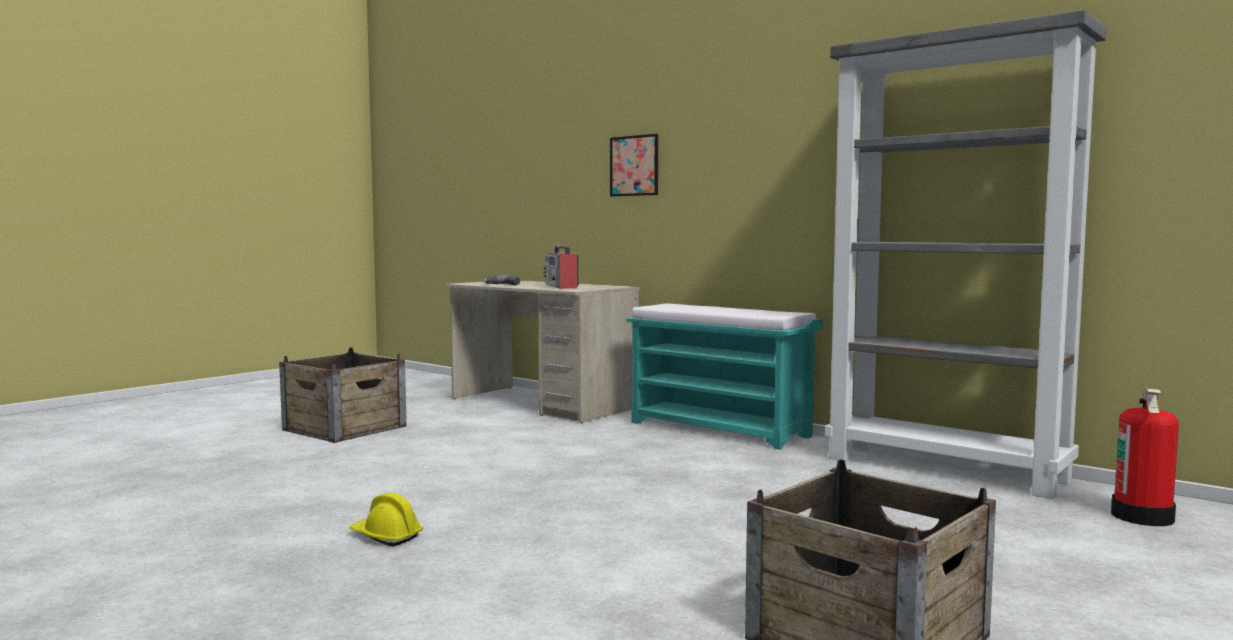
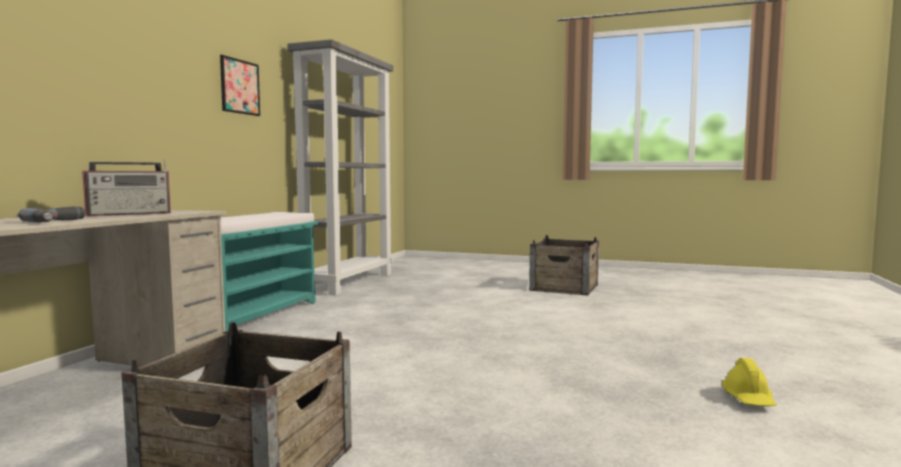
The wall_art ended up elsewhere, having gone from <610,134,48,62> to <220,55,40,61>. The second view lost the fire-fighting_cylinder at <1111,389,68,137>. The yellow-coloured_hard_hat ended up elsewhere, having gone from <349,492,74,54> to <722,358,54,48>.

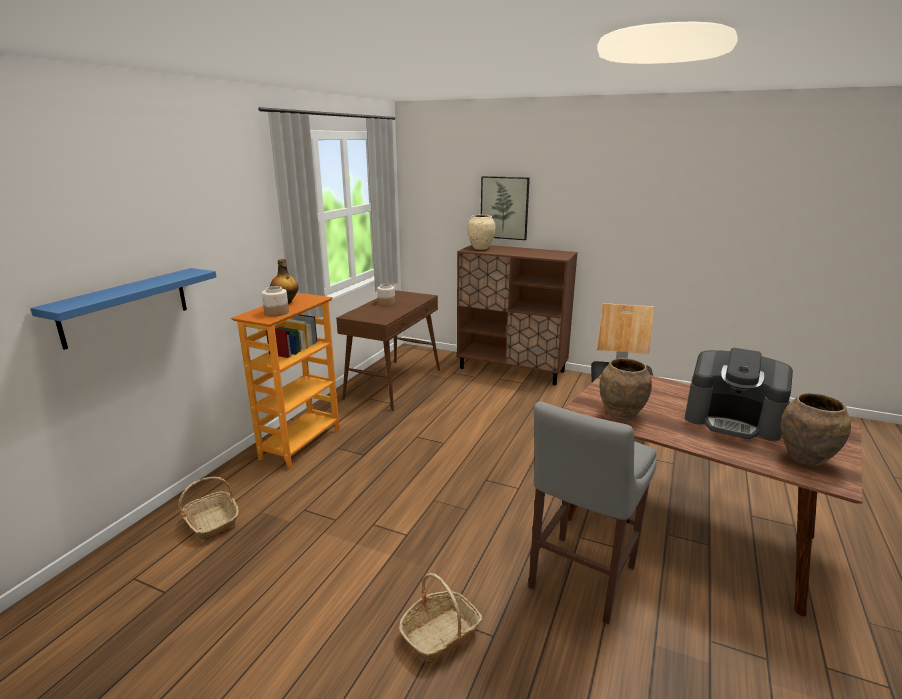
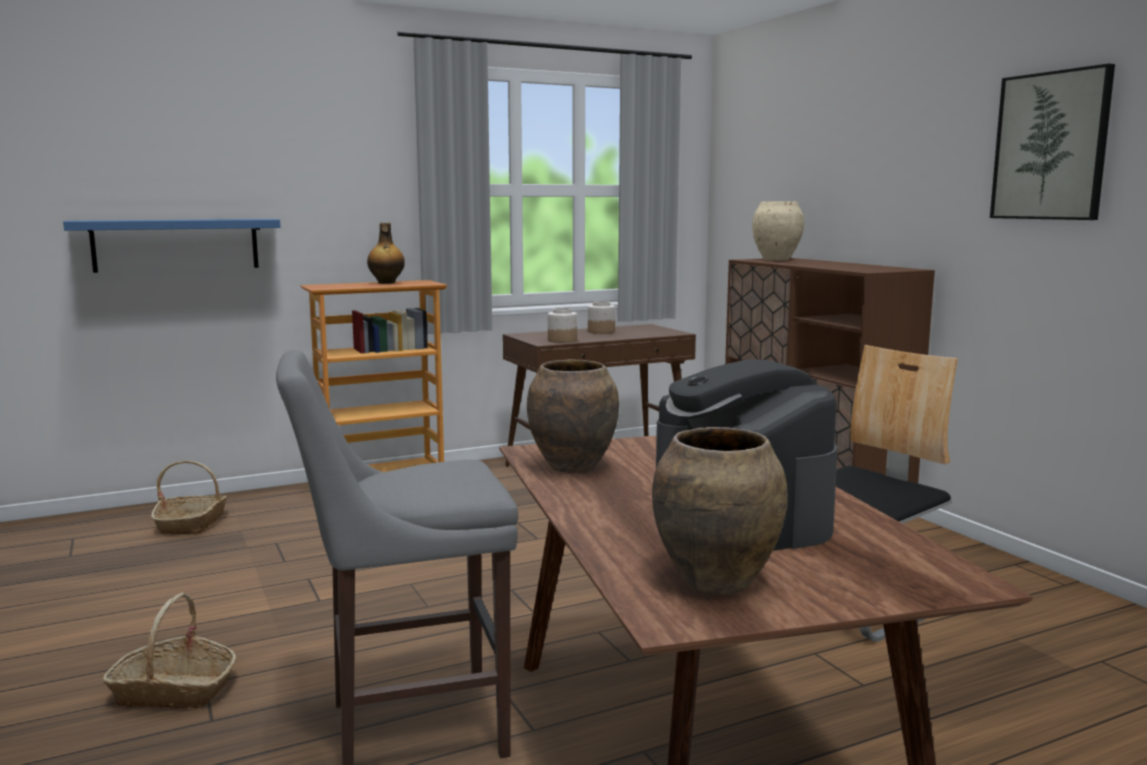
The wall_art ended up elsewhere, having gone from <481,176,49,64> to <990,64,125,156>. The jar ended up elsewhere, having gone from <262,286,27,30> to <548,308,29,35>.

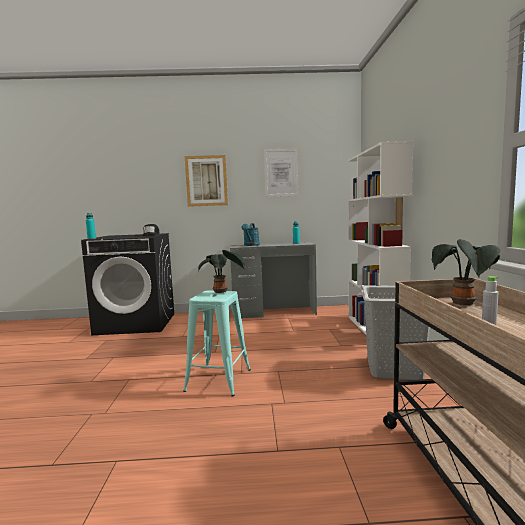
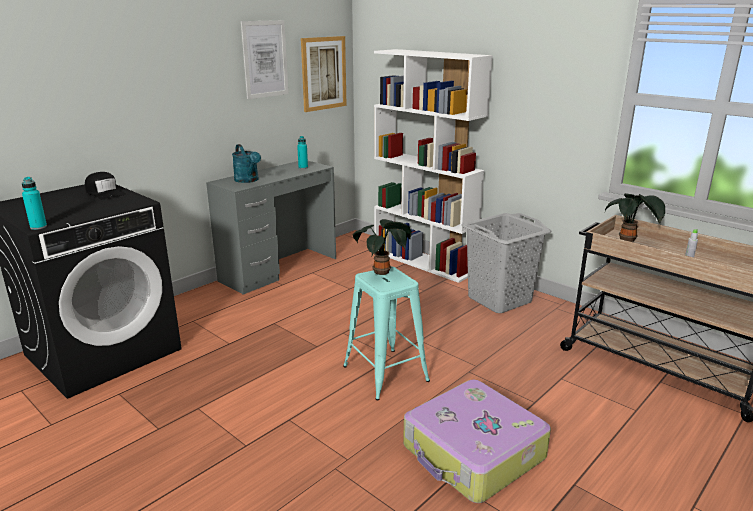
The wall_art ended up elsewhere, having gone from <185,155,43,52> to <301,36,46,76>. The second view gained the piece_of_luggage at <403,380,148,123>.

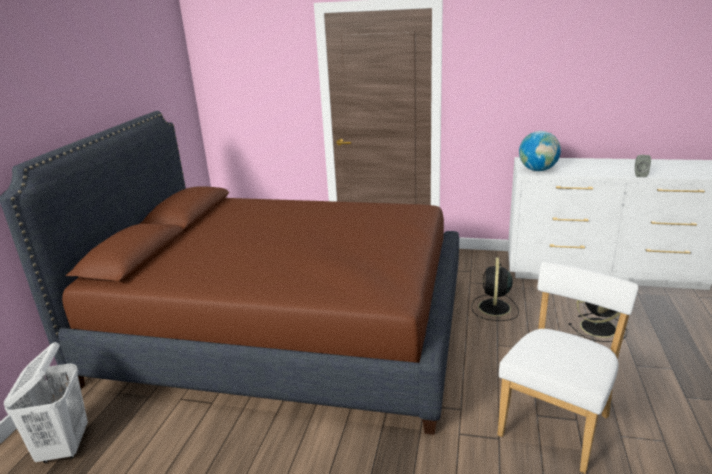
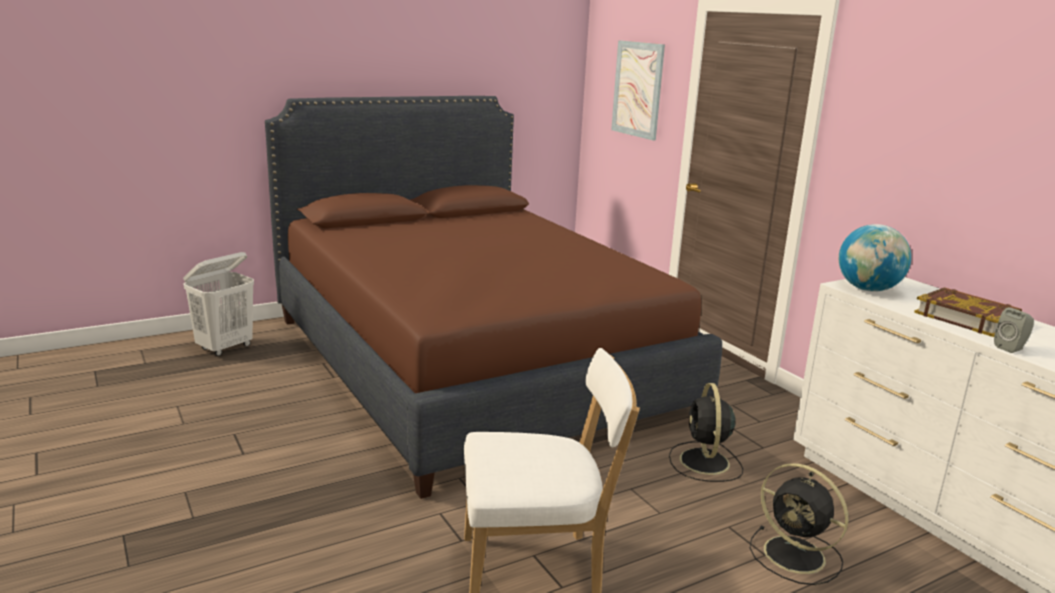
The black_fan at <471,257,48,64> ended up facing another way, 60 degrees counterclockwise from before. The second view gained the wall_art at <611,40,54,101>. The second view gained the volume at <914,288,108,49>.

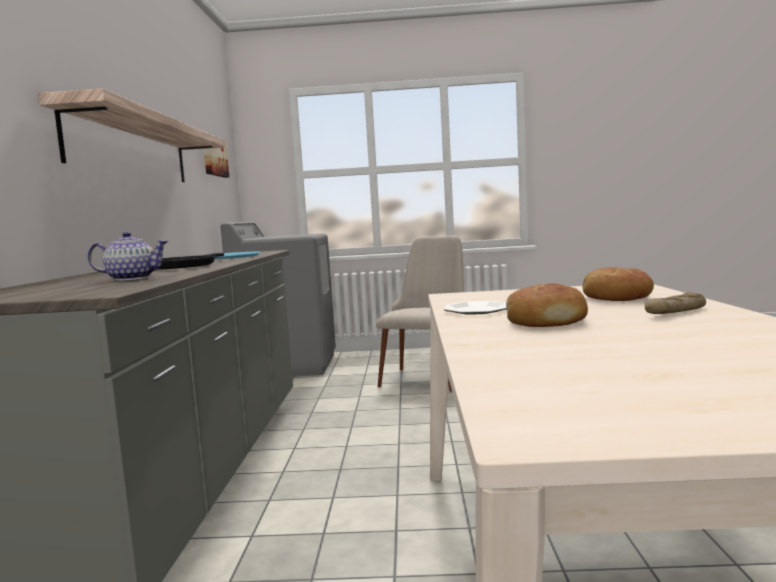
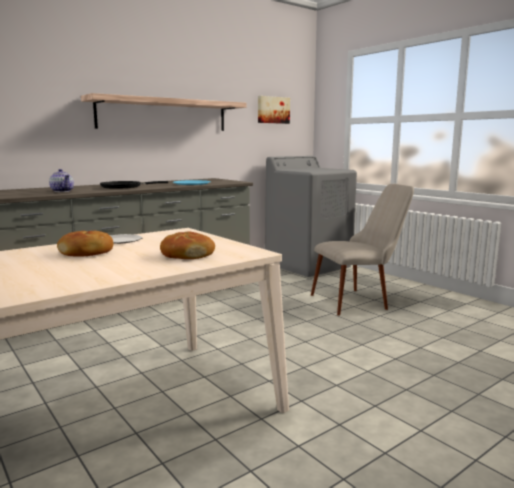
The second view lost the baked_bread at <645,292,61,22>.

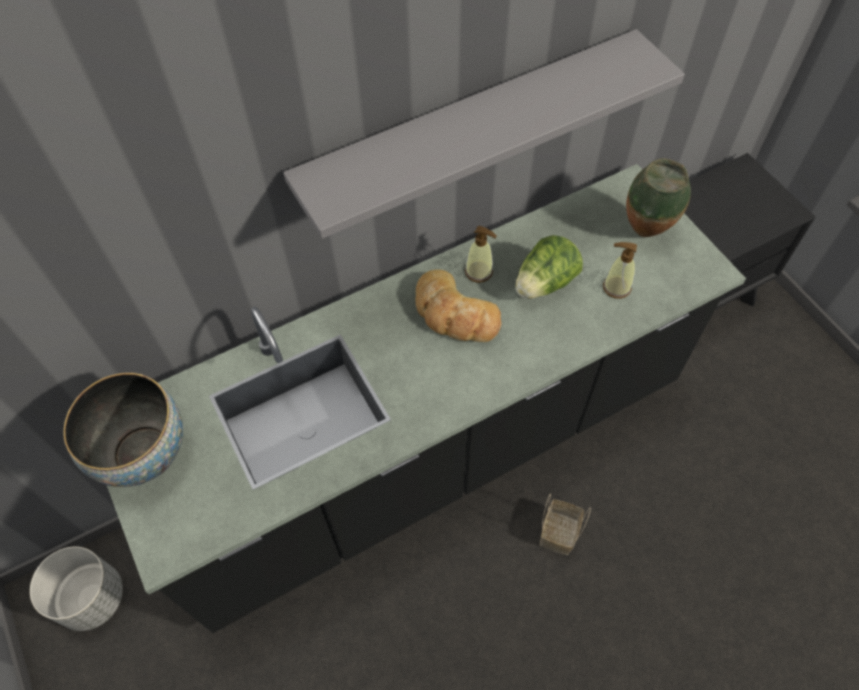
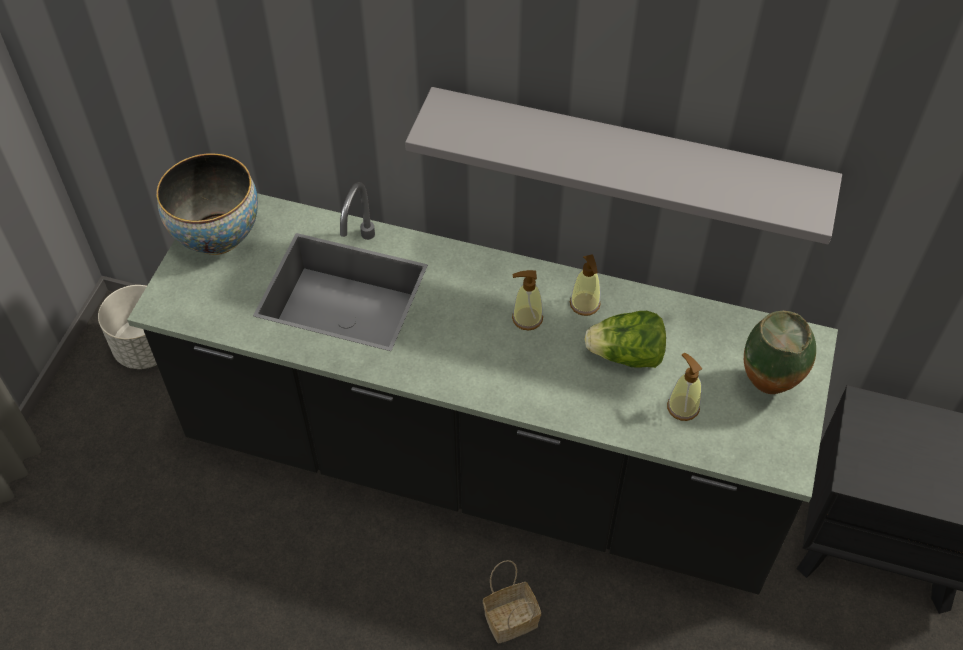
Where the baked_bread stood at <415,269,86,73>, the soap_bottle came to stand at <512,270,31,61>.

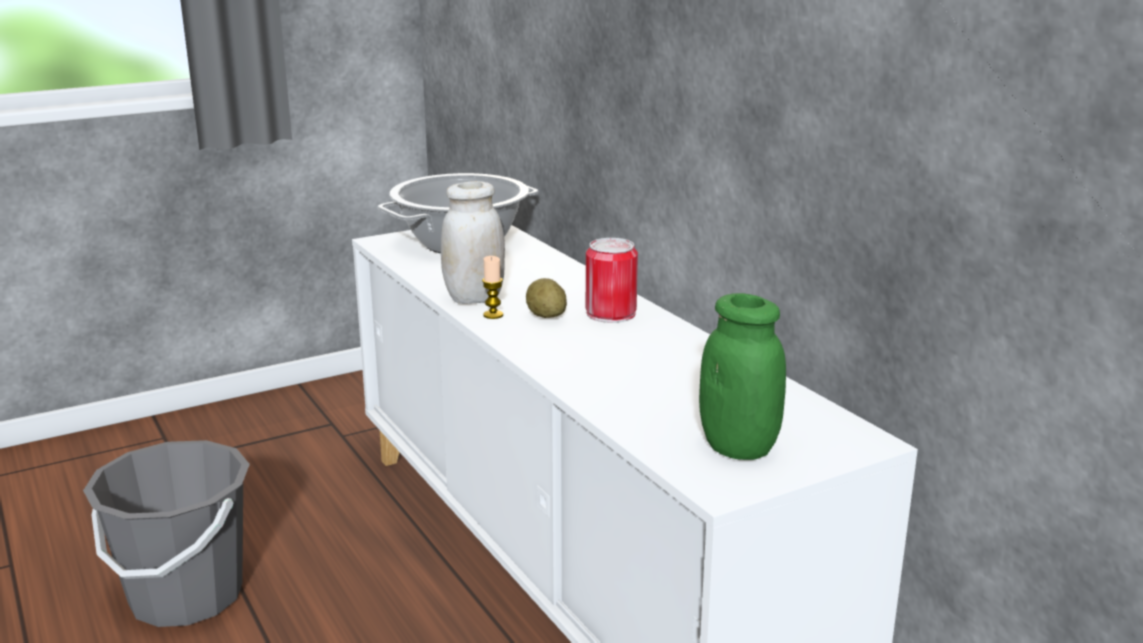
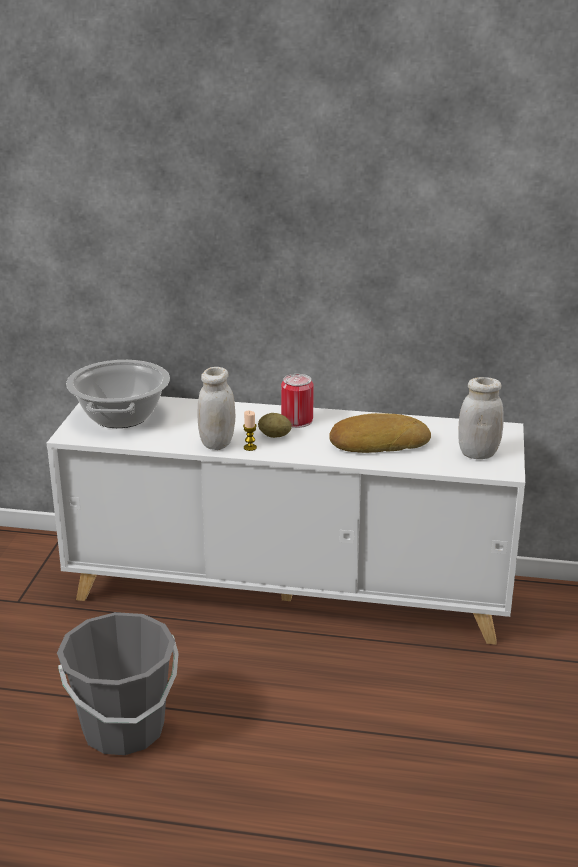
What was the green-coloured_jar at <699,293,87,167> turned into the white_jar at <458,377,46,82>. The second view gained the baked_bread at <329,413,102,40>.

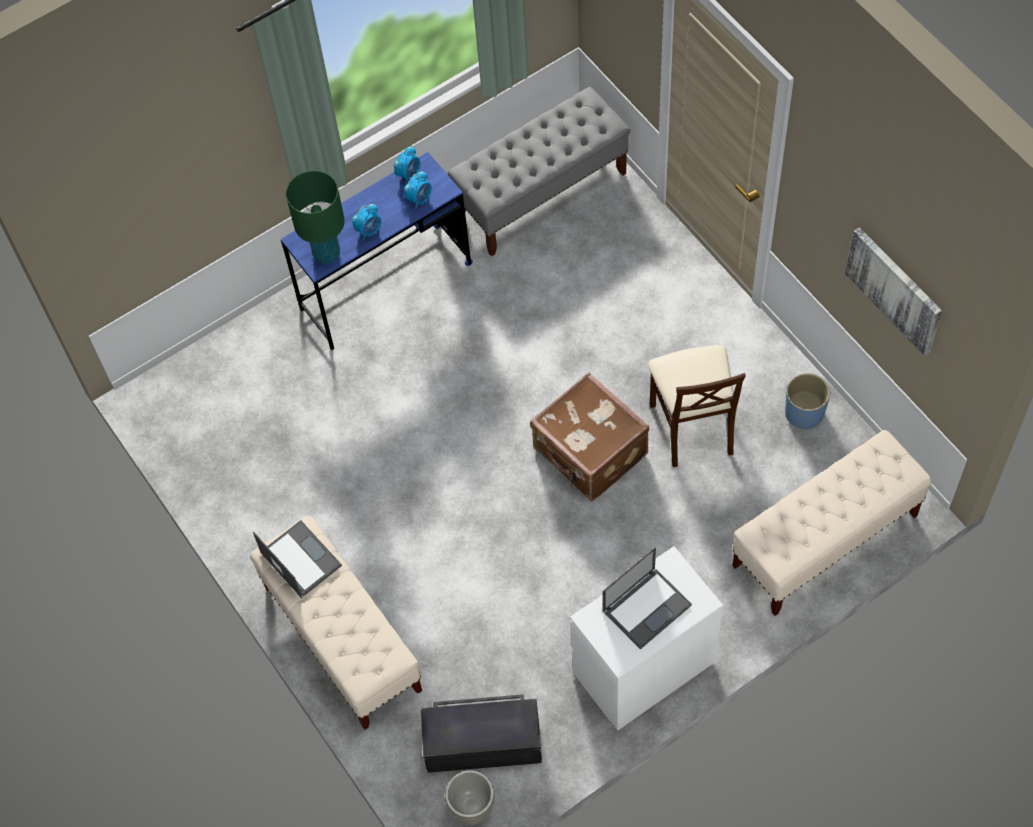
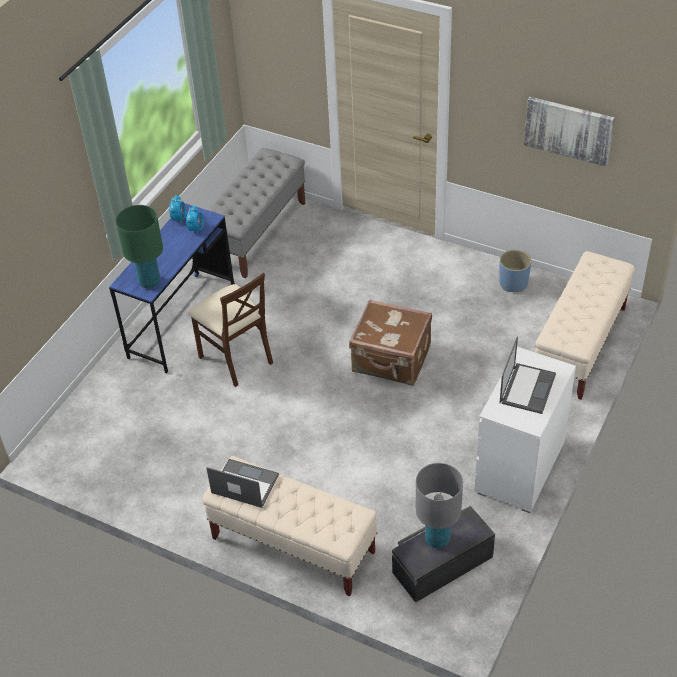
The second view lost the bedside_clock at <352,203,29,37>. The beige-coloured_plain_chair ended up elsewhere, having gone from <648,345,98,122> to <188,273,85,114>. The second view lost the grey_plant_pot at <445,770,49,55>. The second view gained the grey_tabletop_lamp at <416,463,47,85>.

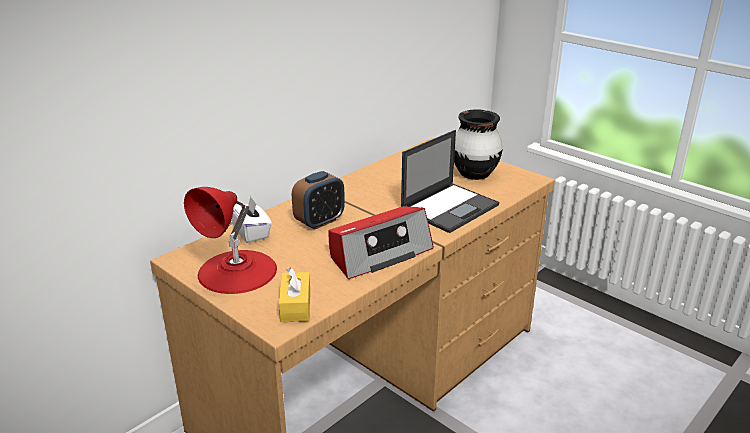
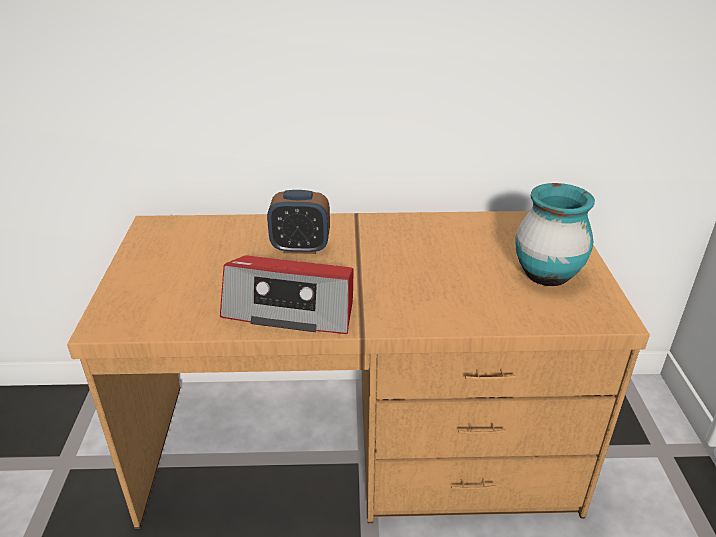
What was the black_vase at <454,109,49,71> turned into the blue-green_vase at <515,183,80,103>. The second view lost the portable_computer at <401,130,98,103>. The second view lost the red-coloured_tabletop_lamp at <184,187,93,107>. The second view lost the white_box_of_tissues at <232,196,40,47>. The second view lost the yellow-coloured_box_of_tissues at <279,267,31,55>.

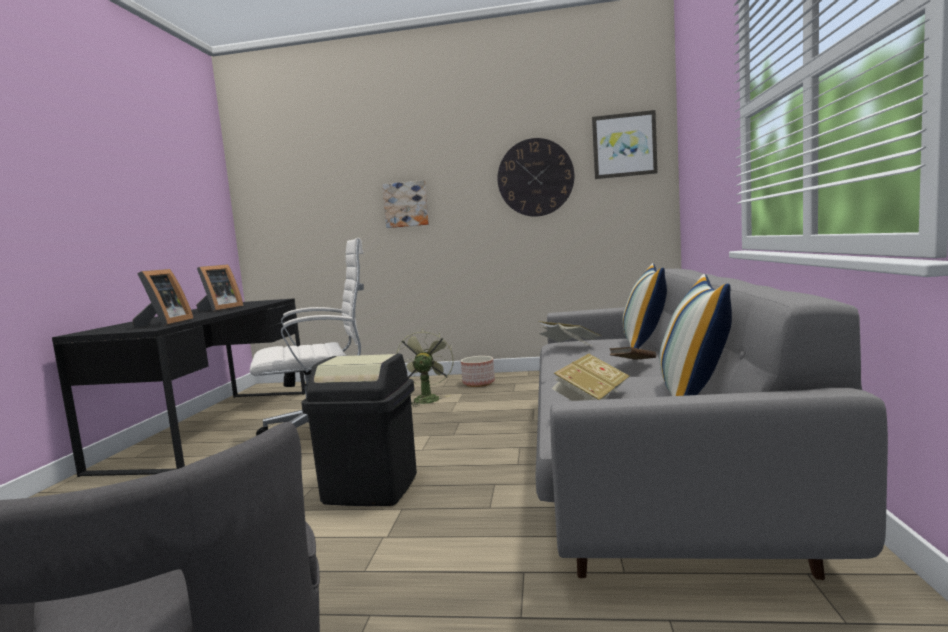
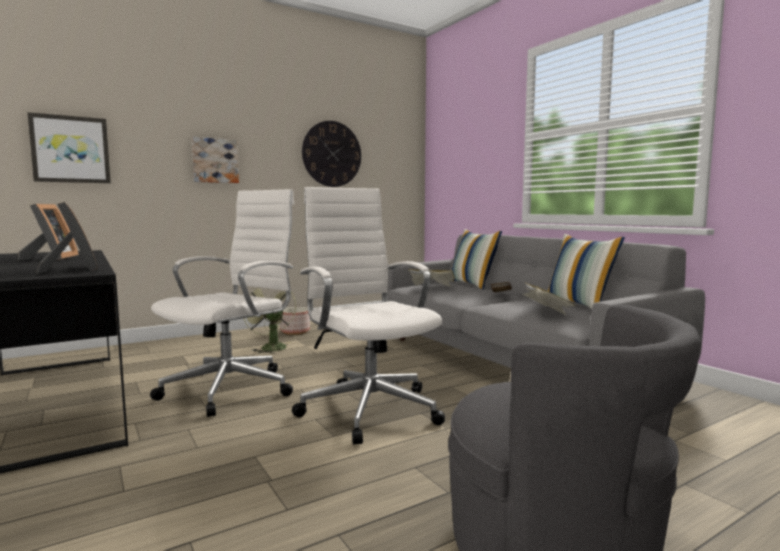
The wall_art ended up elsewhere, having gone from <592,110,66,69> to <27,112,84,71>. Where the black_waste_bin stood at <301,354,116,152>, the white_office_chair came to stand at <292,187,153,258>.

